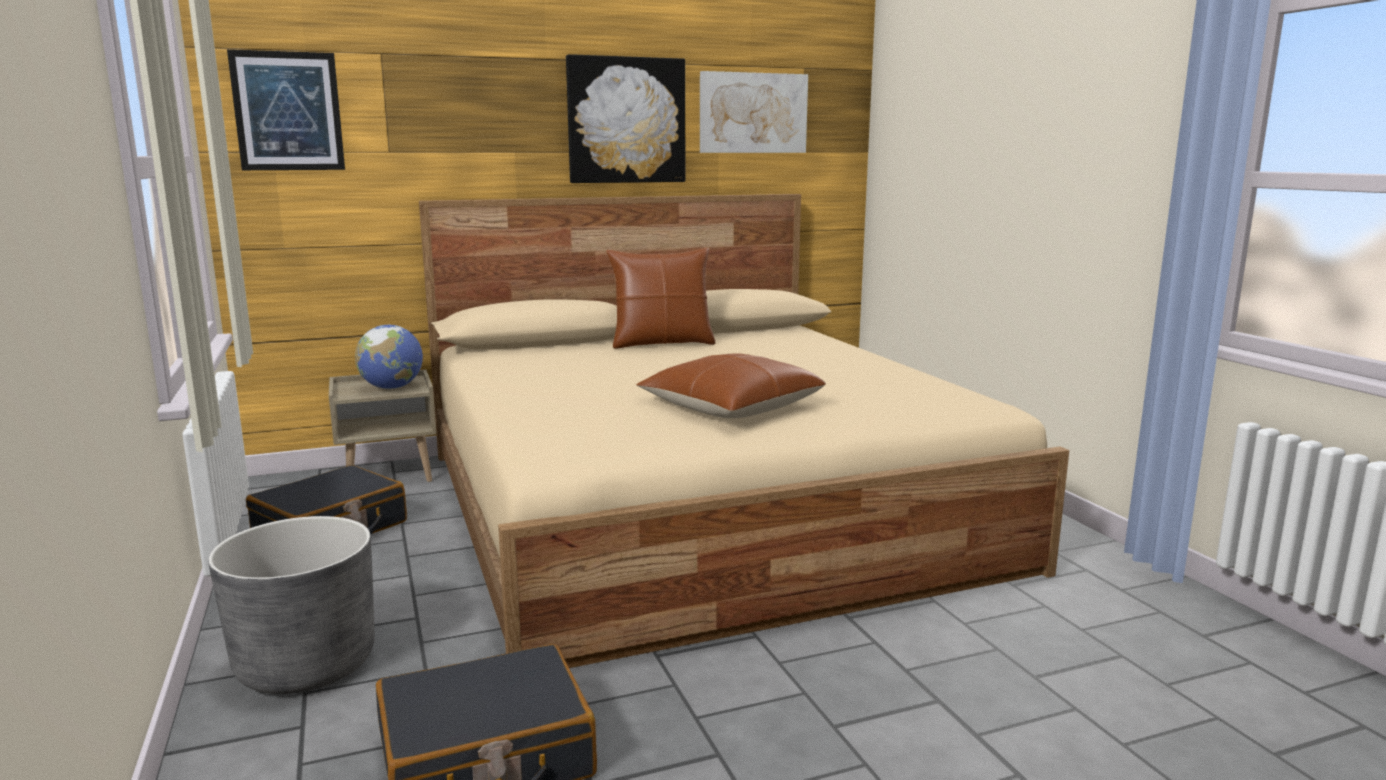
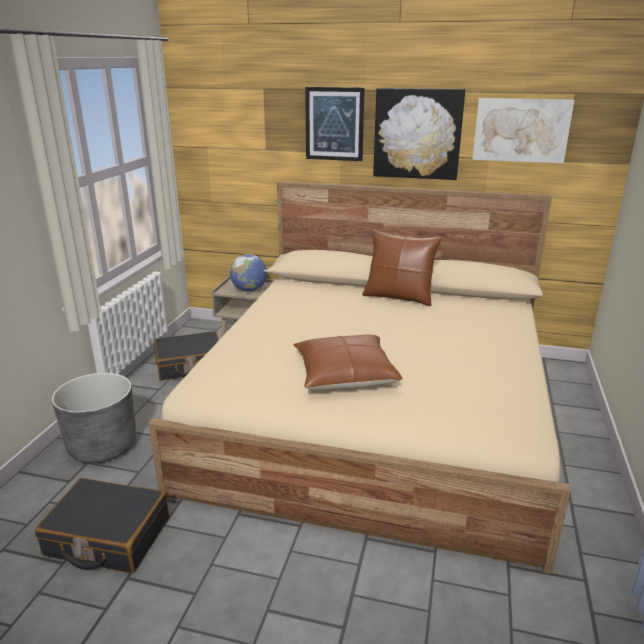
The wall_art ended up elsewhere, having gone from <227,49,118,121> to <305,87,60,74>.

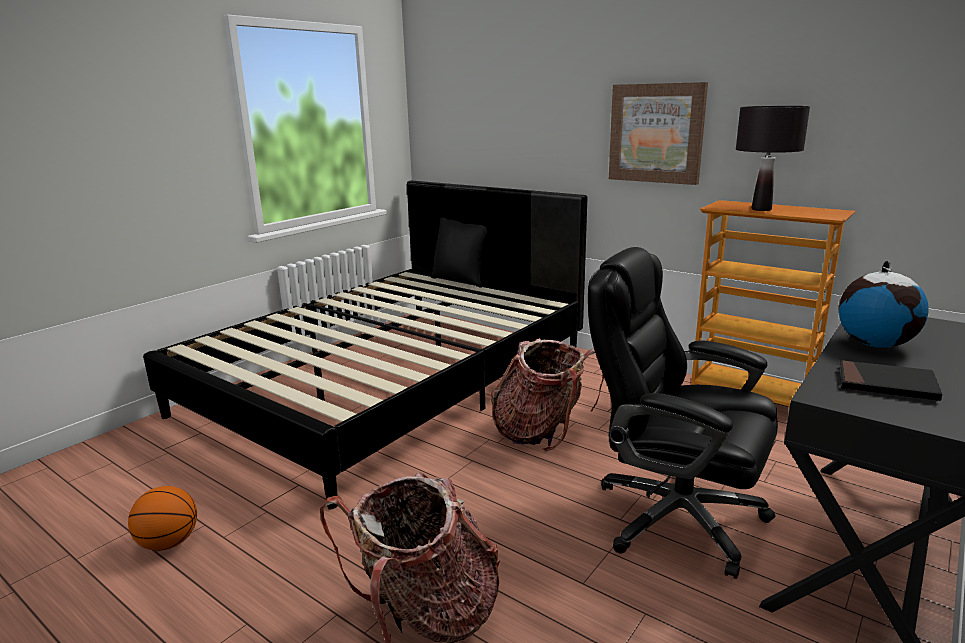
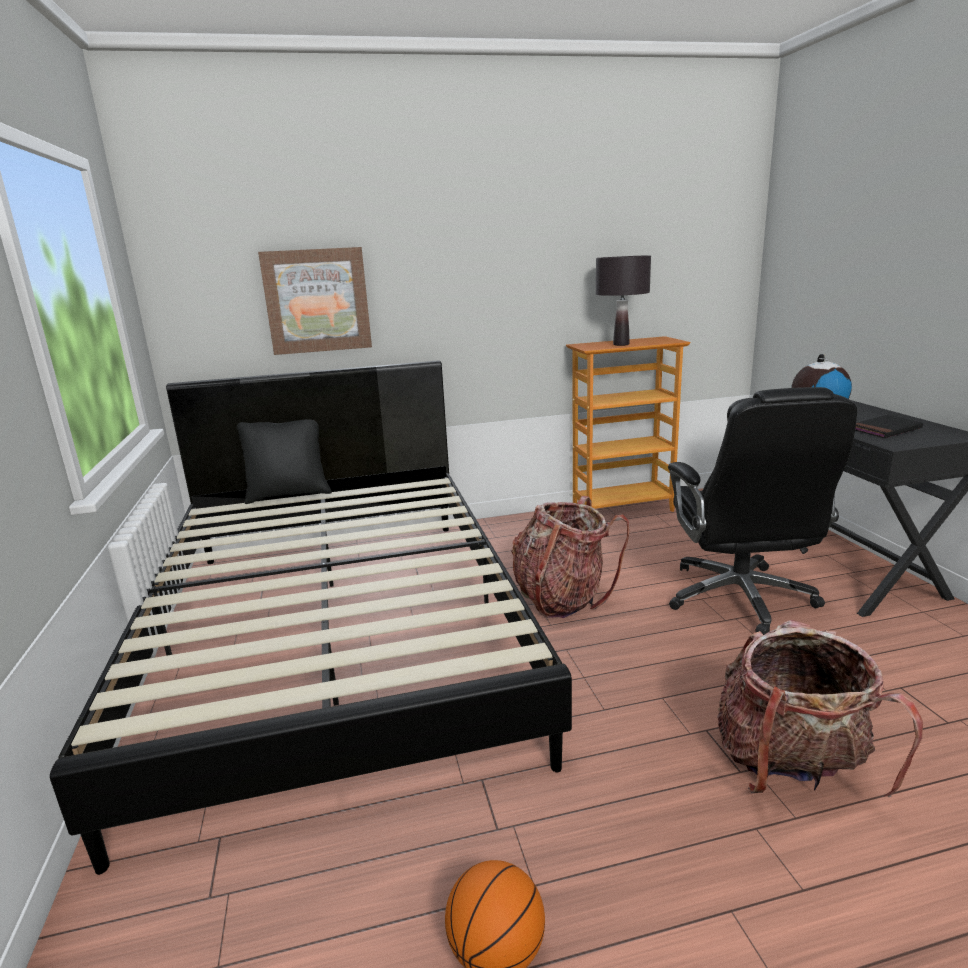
The wall_art ended up elsewhere, having gone from <609,82,99,103> to <258,247,114,108>. The black_office_chair at <588,247,190,332> ended up facing another way, 75 degrees counterclockwise from before.

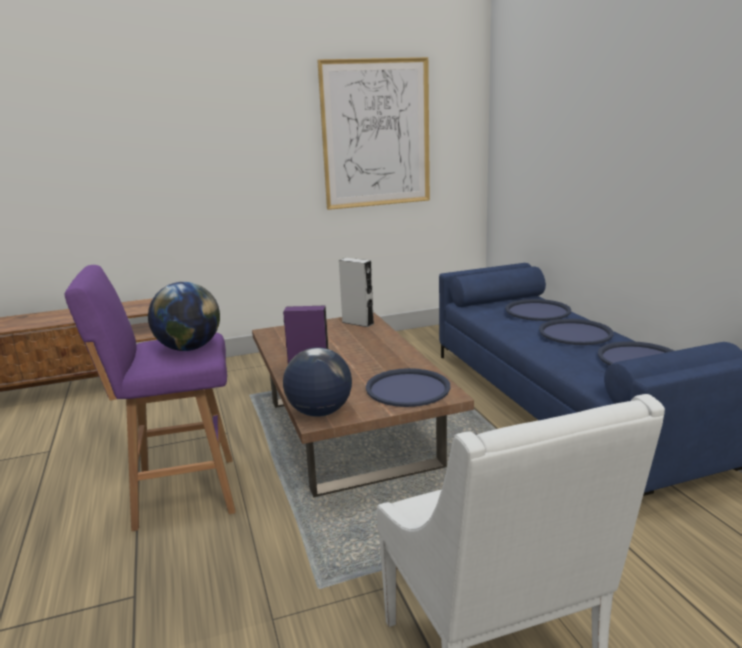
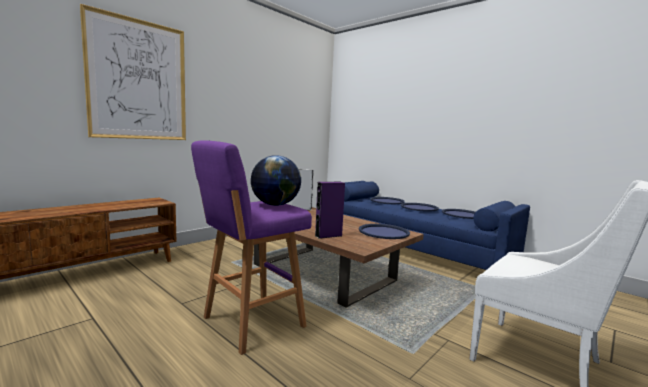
The wall_art ended up elsewhere, having gone from <317,57,113,153> to <80,4,106,136>. The second view lost the globe at <283,347,69,70>.

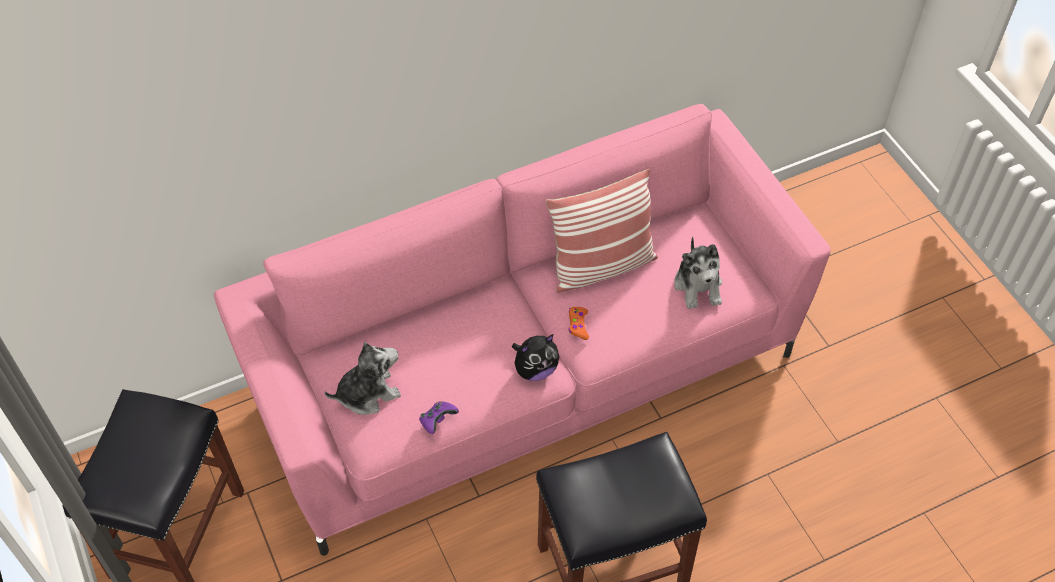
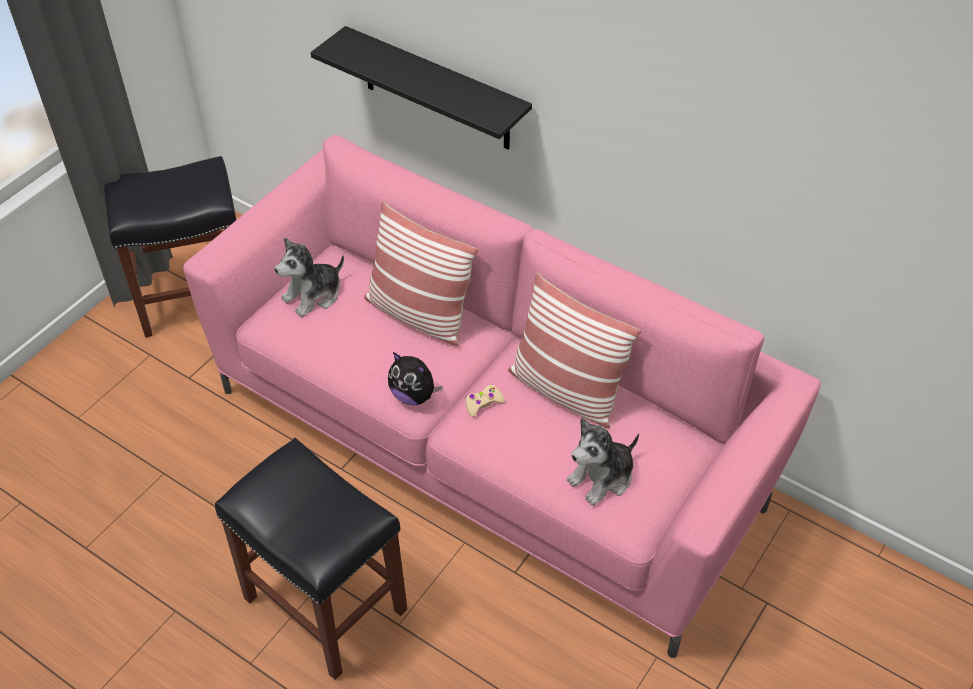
What was the orange-coloured_game_controller at <569,307,20,33> turned into the beige-coloured_game_controller at <465,385,40,32>. The plush_toy at <324,341,77,74> ended up facing another way, 105 degrees clockwise from before. The second view lost the purple-coloured_game_controller at <419,401,40,33>. The second view gained the black_shelf at <311,26,221,123>. The second view gained the pillow at <364,201,114,145>.

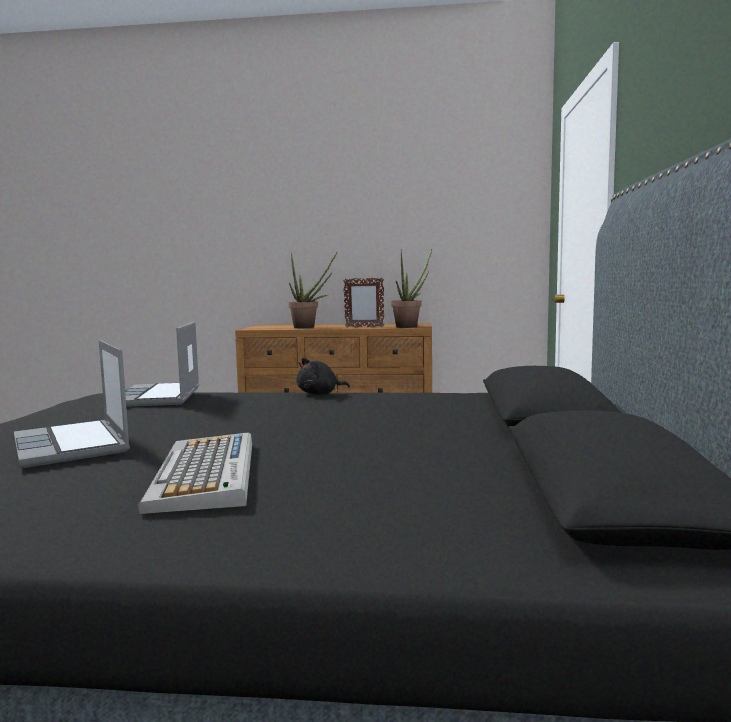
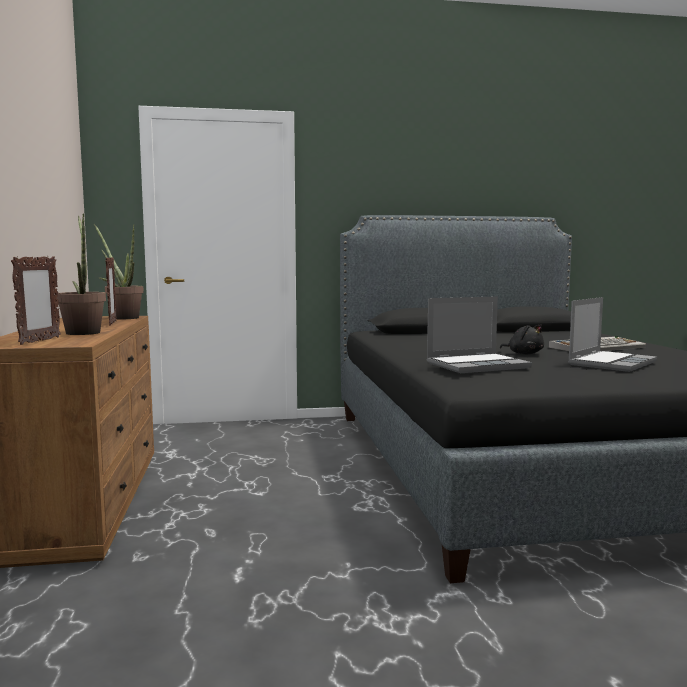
The black_plush_toy ended up elsewhere, having gone from <296,358,54,37> to <500,324,44,30>. The second view gained the standing_frame at <11,256,50,89>.

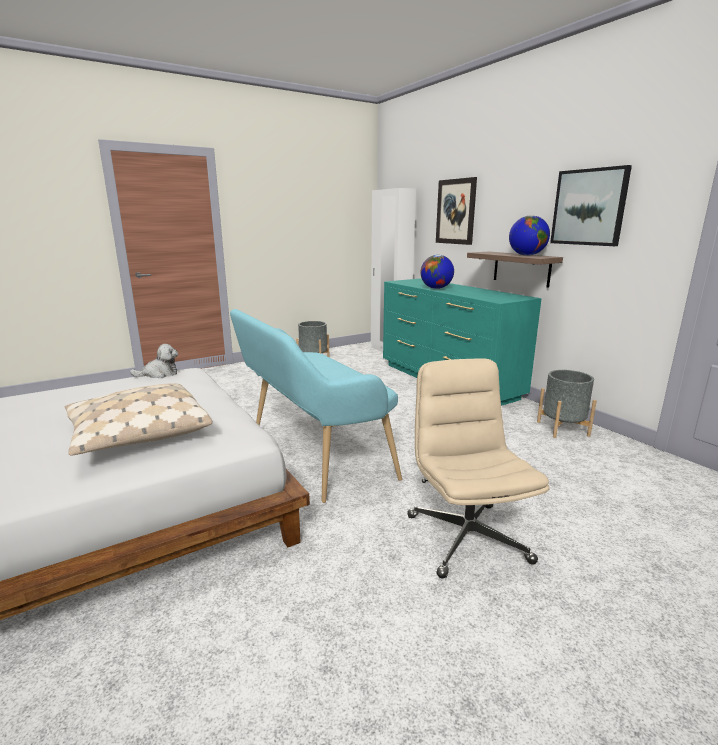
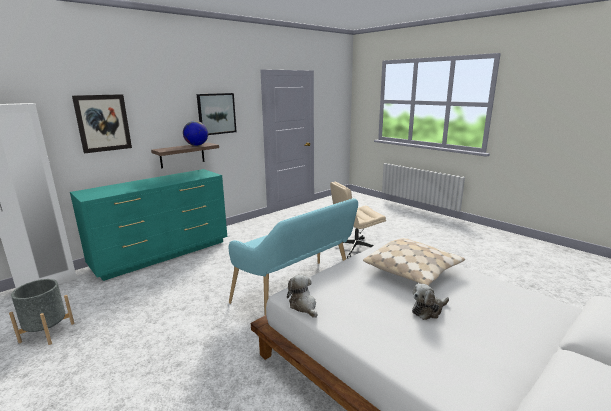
The second view lost the globe at <420,255,34,34>. The second view lost the grey_plant_pot at <537,370,60,68>. The second view gained the plush_toy at <412,284,37,36>.

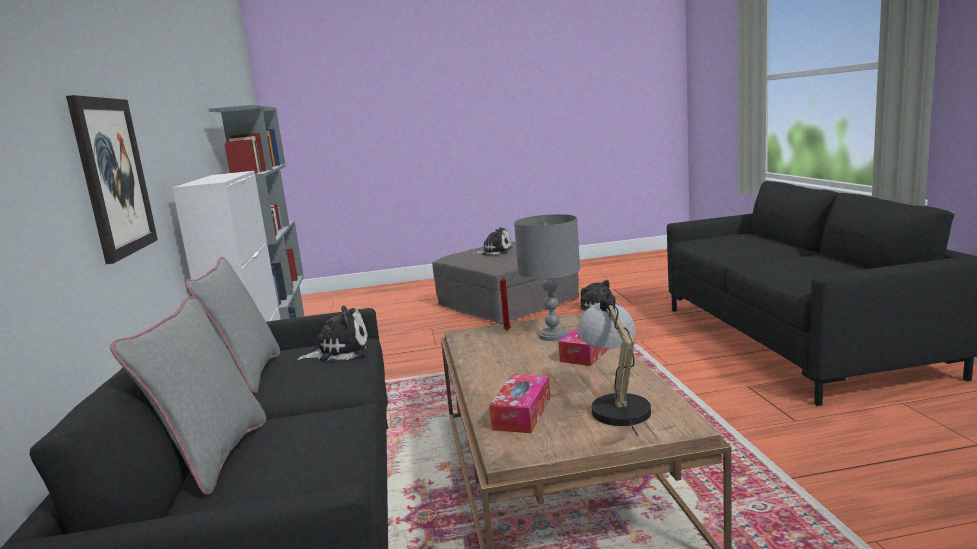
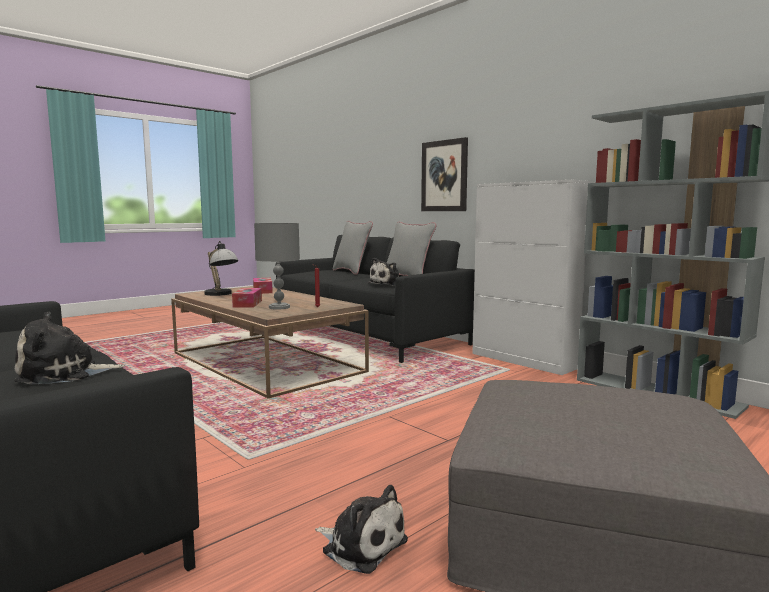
The plush_toy ended up elsewhere, having gone from <472,227,40,29> to <14,311,111,74>.

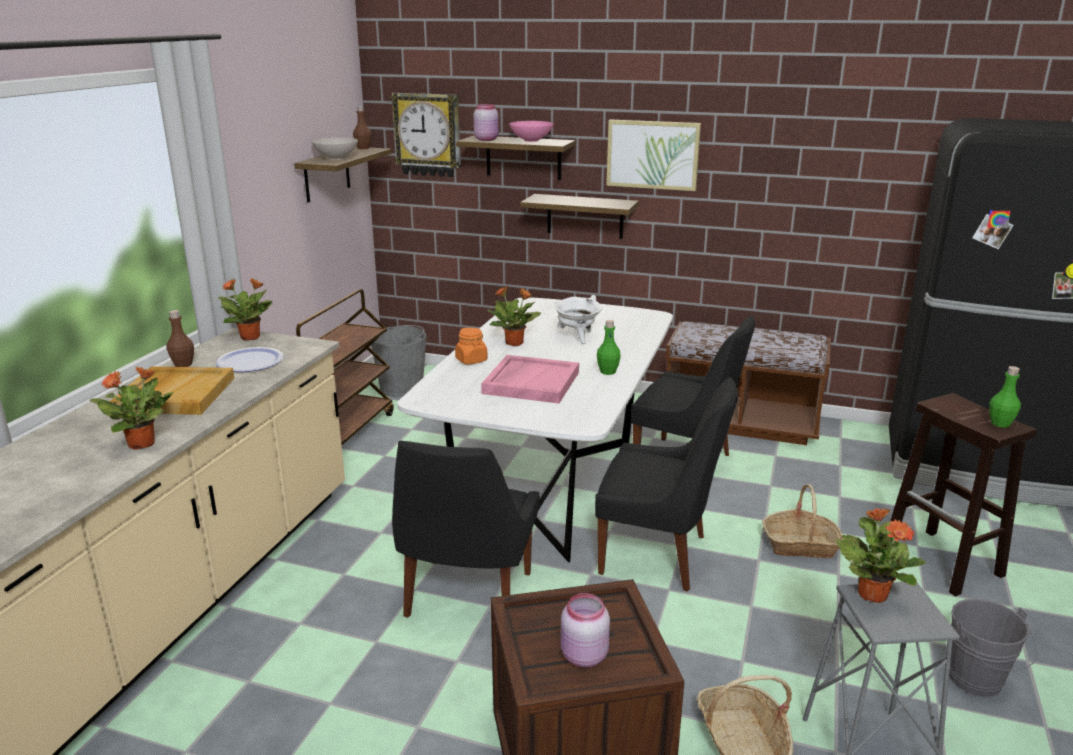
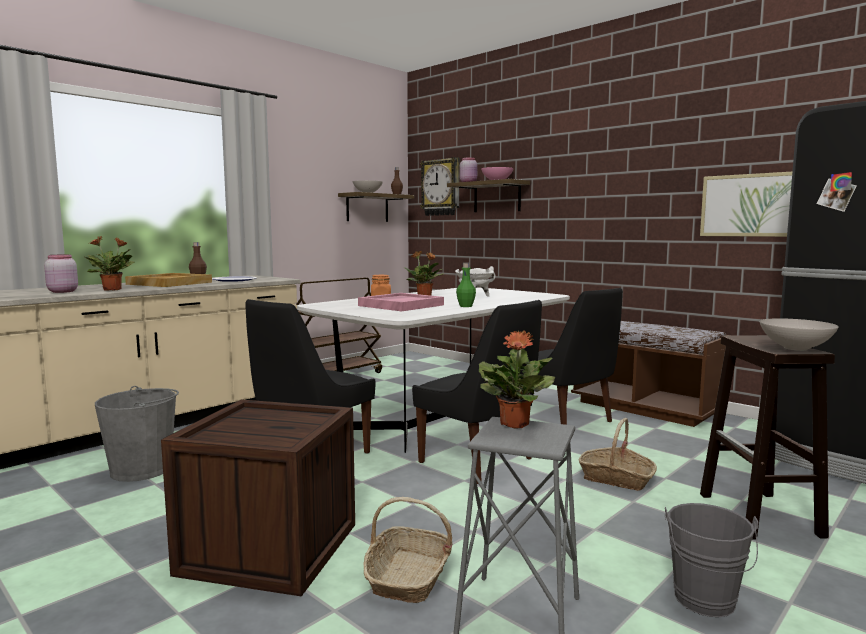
The wall_art ended up elsewhere, having gone from <606,120,95,71> to <700,172,92,65>. The second view lost the shelf at <520,194,119,45>. The second view lost the plant_in_a_pot at <218,278,54,62>. The grey_water_bucket ended up elsewhere, having gone from <371,325,56,72> to <95,386,84,96>. Where the green-coloured_beverage_bottle stood at <989,366,32,62>, the white_deep_dish came to stand at <760,318,79,33>. The pink-coloured_jar ended up elsewhere, having gone from <560,593,50,75> to <44,254,34,39>.

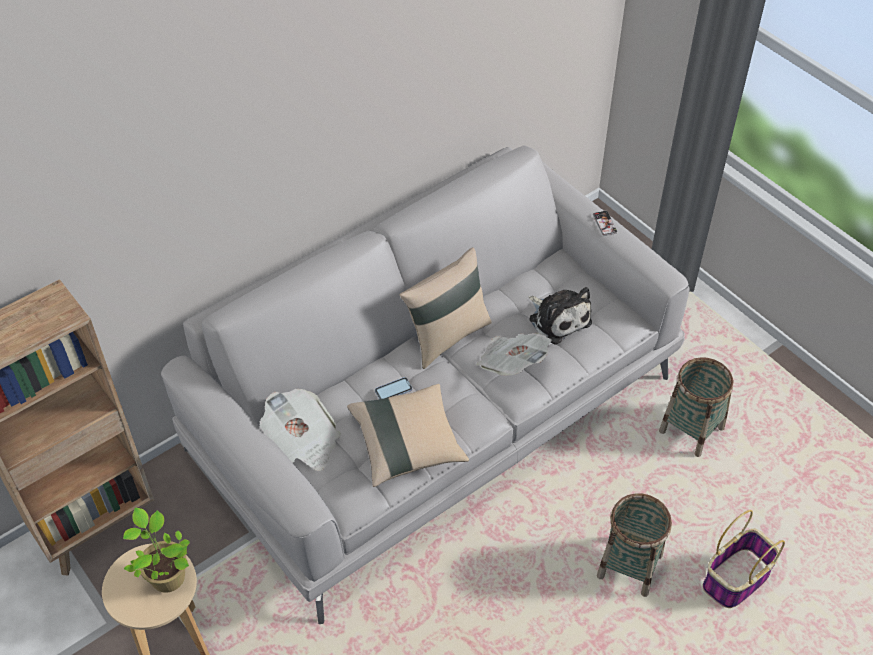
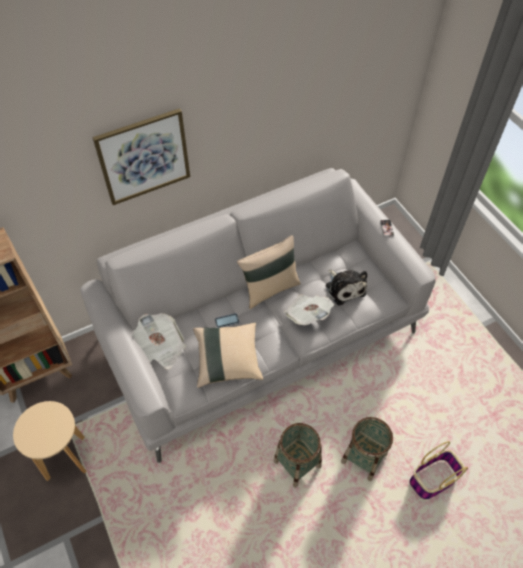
The basket ended up elsewhere, having gone from <659,357,75,100> to <274,423,48,65>. The second view lost the plant_in_a_pot at <123,508,67,85>. The second view gained the wall_art at <92,108,98,97>.

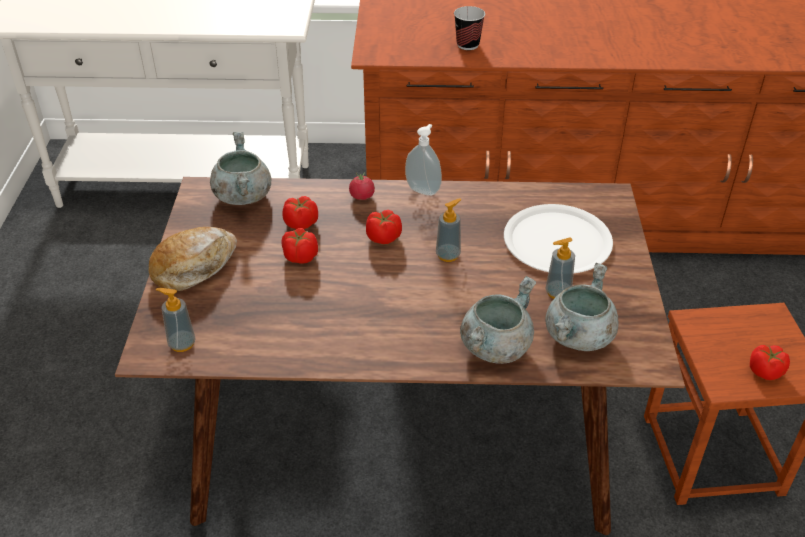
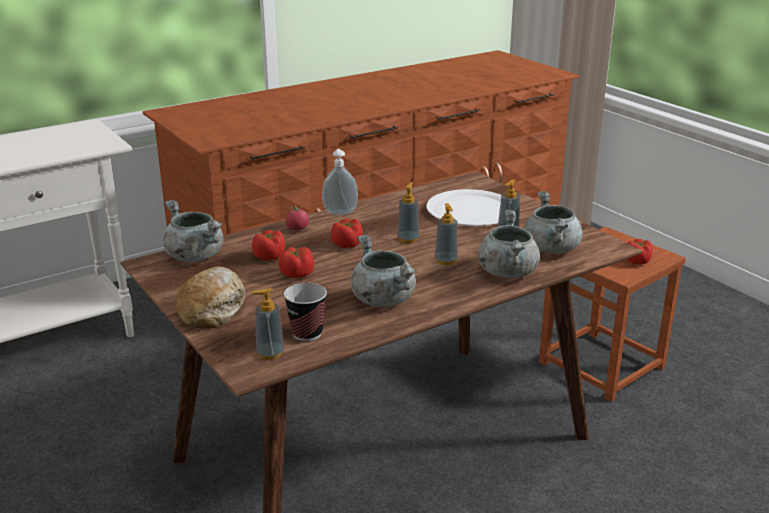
The drinking_cup ended up elsewhere, having gone from <454,6,31,44> to <284,283,43,58>. The second view gained the soap_bottle at <435,203,23,62>. The second view gained the grey_saucepot at <351,235,66,72>.

